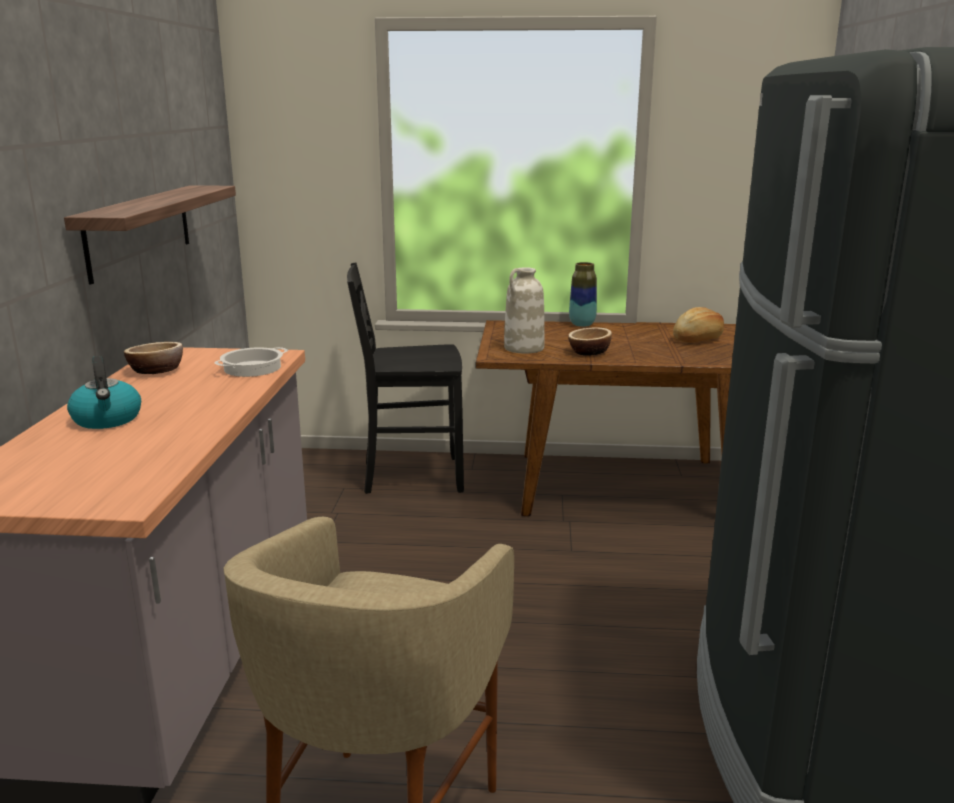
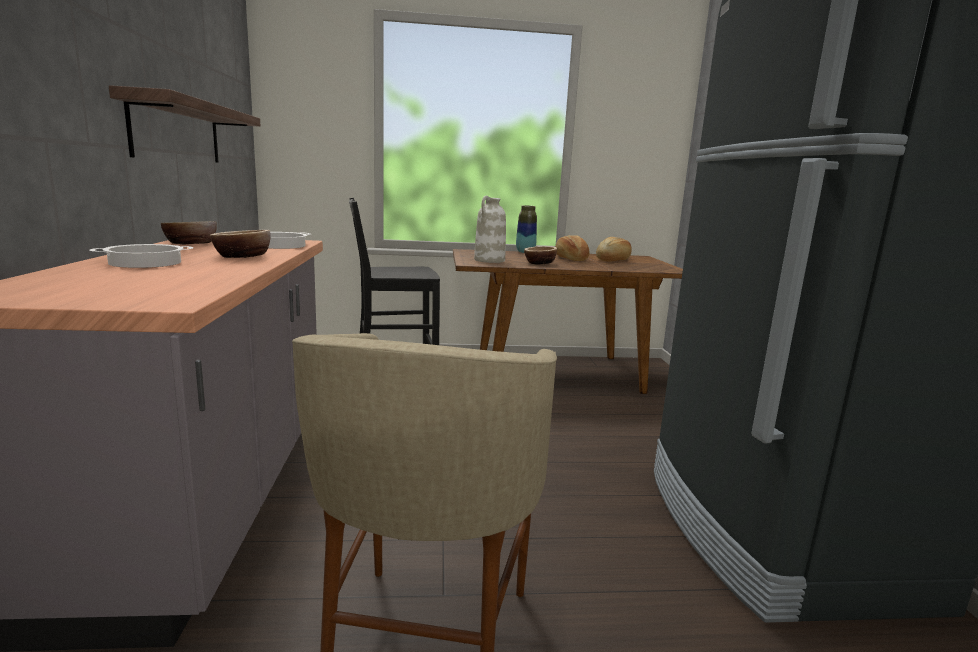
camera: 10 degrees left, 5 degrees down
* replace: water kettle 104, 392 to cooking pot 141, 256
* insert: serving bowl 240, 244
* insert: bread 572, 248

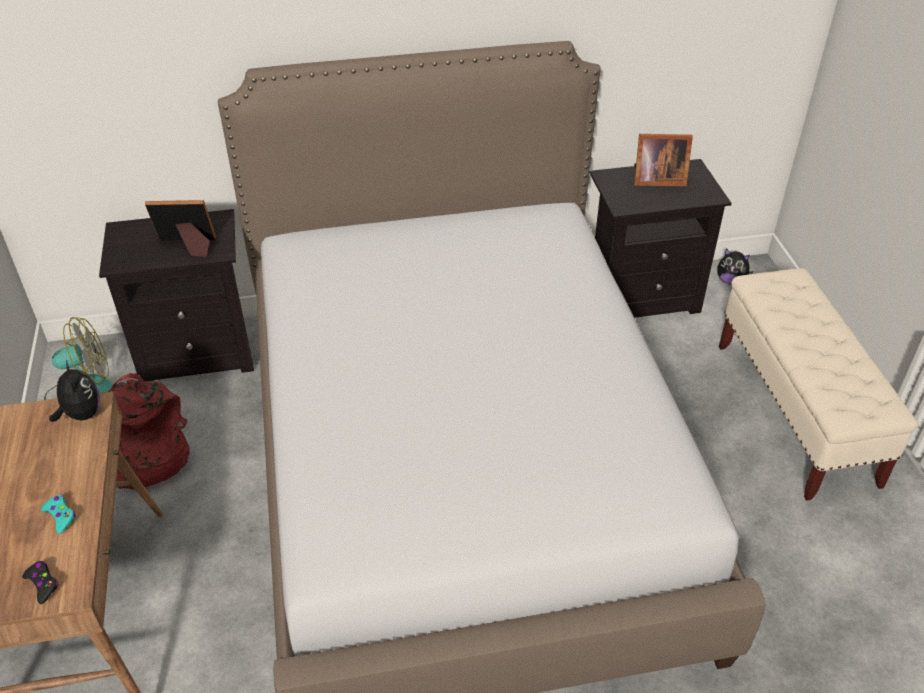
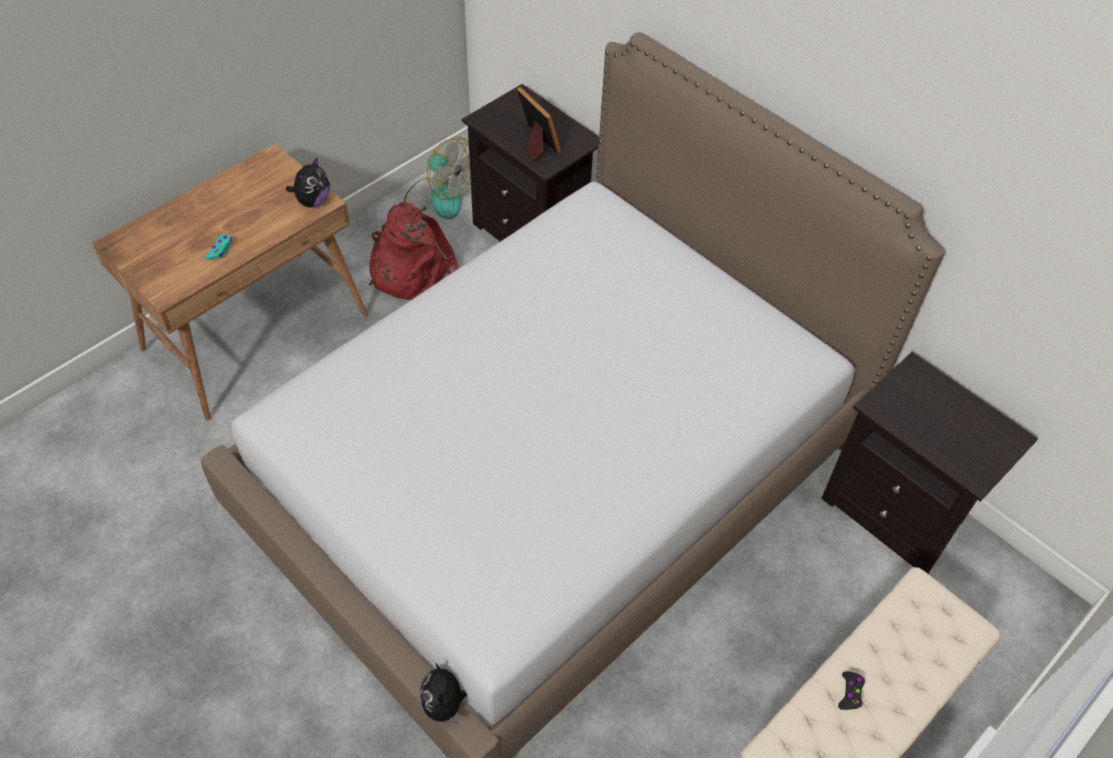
camera: 55 degrees right, 10 degrees up
* move: blackish game controller 40, 582 to 851, 690
* delete: photo frame 663, 160
* move: plush toy 736, 267 to 443, 694

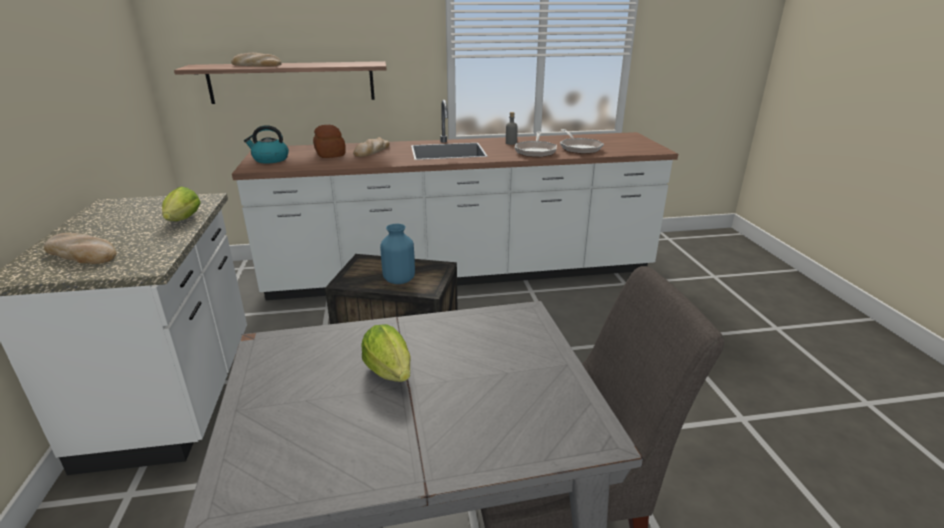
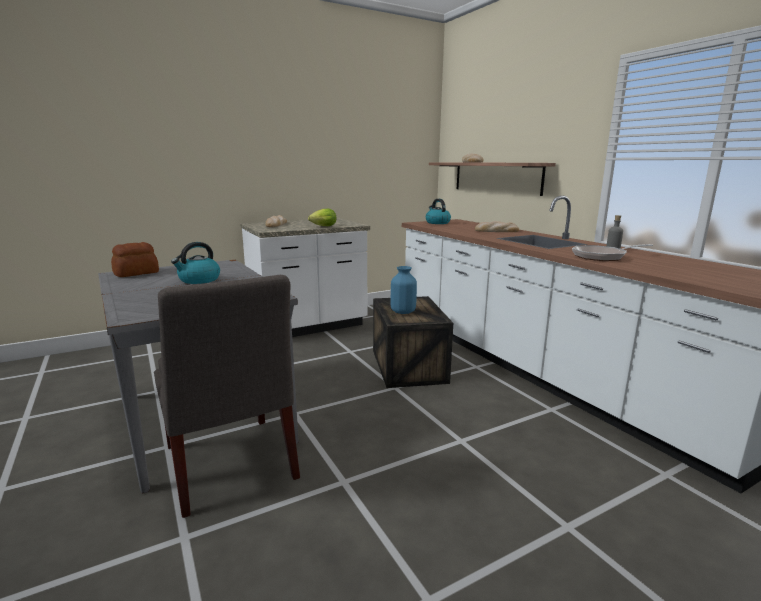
camera: 70 degrees right, 10 degrees down
* move: bread 329, 141 to 135, 259
* replace: lettuce head 385, 353 to water kettle 195, 263
* delete: pan 582, 141

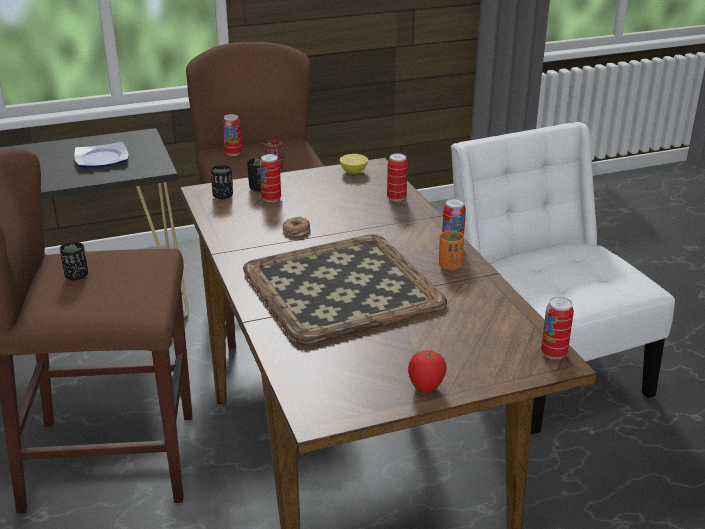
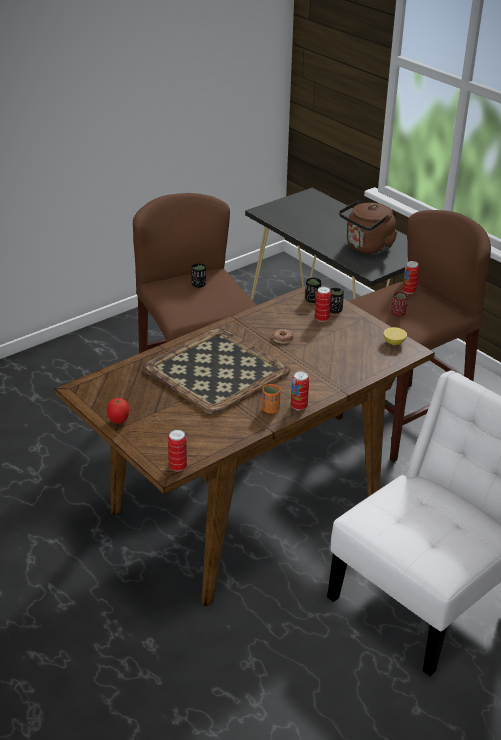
camera: 70 degrees right, 5 degrees up
* replace: dinner plate 101, 154 to brown water kettle 368, 227
* delete: metal can 397, 177

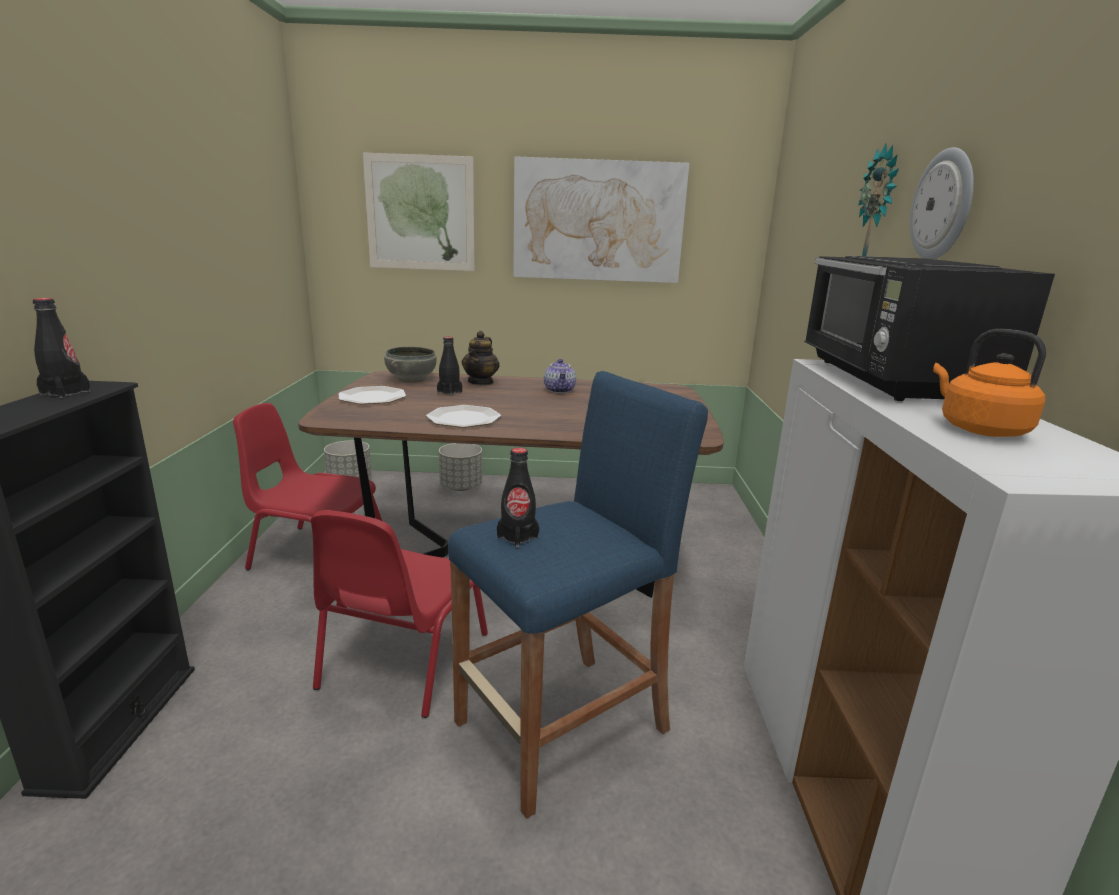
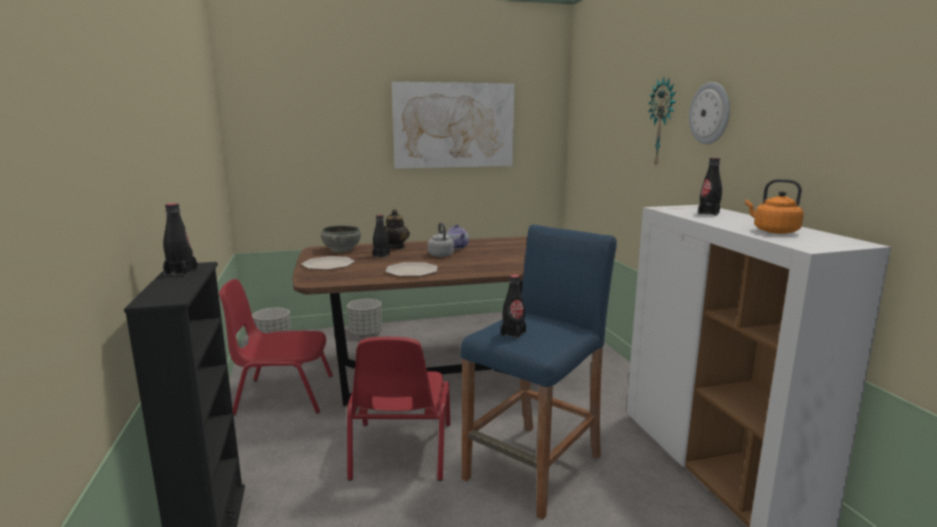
camera: 15 degrees left, 5 degrees down
* delete: wall art 419, 212
* replace: blackish microwave oven 929, 328 to blackish bottle 710, 187
* insert: grey water kettle 441, 240

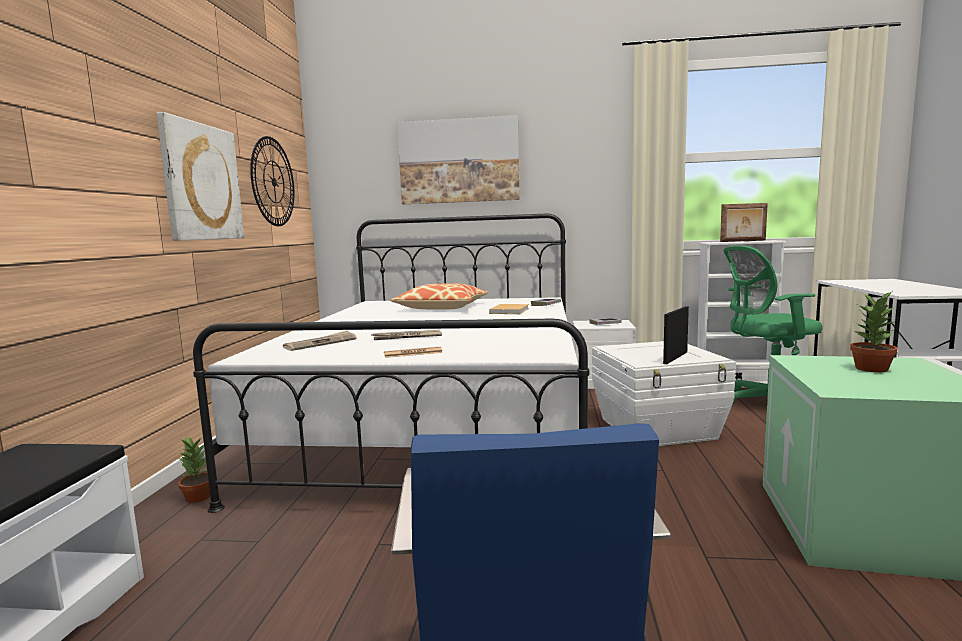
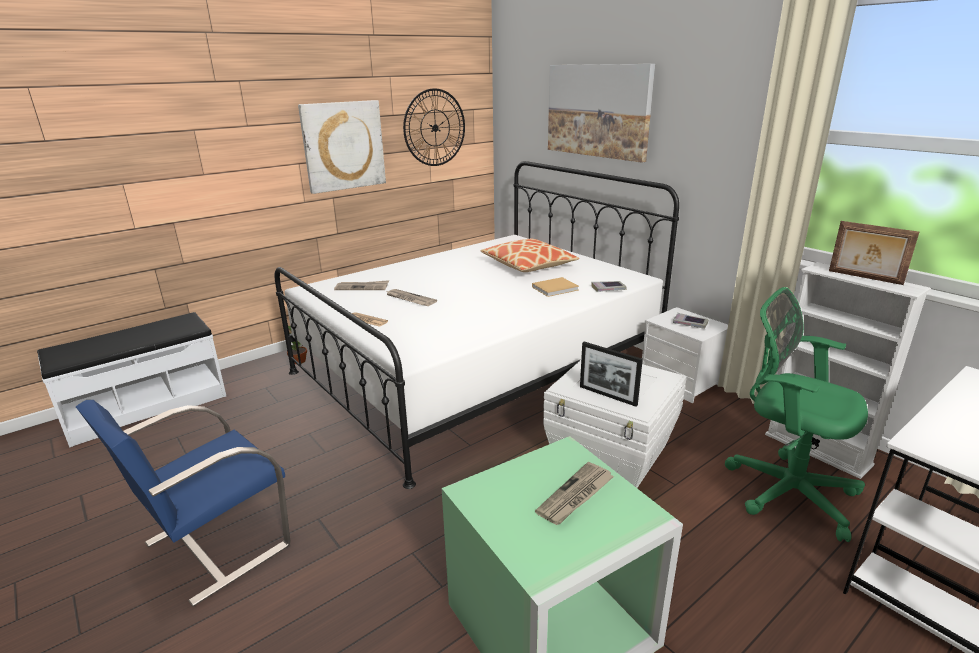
camera: 45 degrees right, 15 degrees up
* rotate: photo frame 676, 335 = 611, 374 135 degrees counterclockwise
* replace: houseplant 874, 332 to daily paper 574, 493

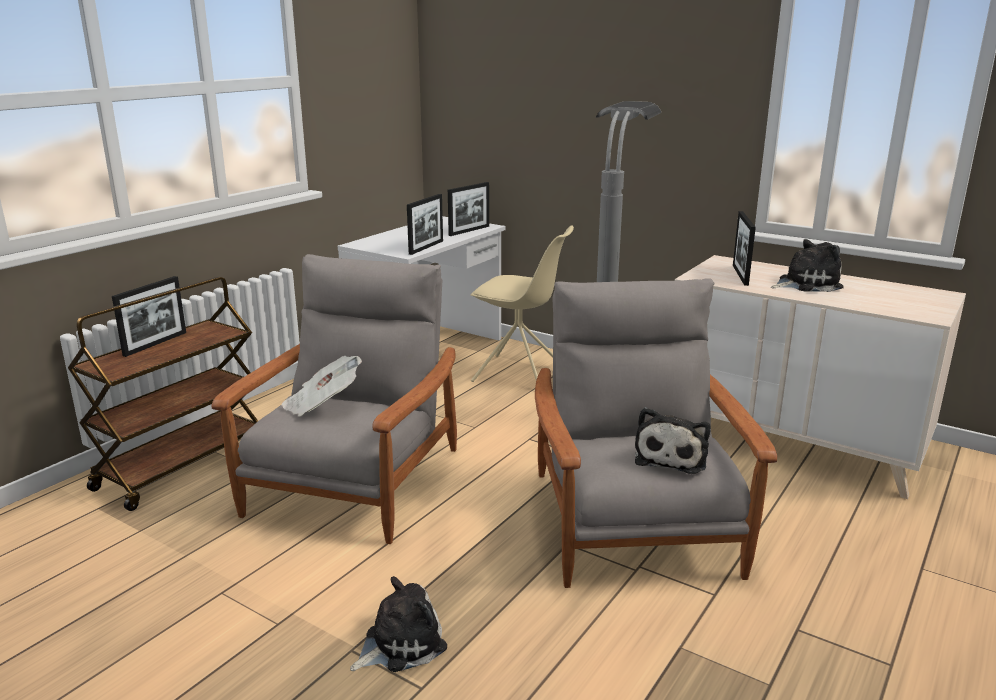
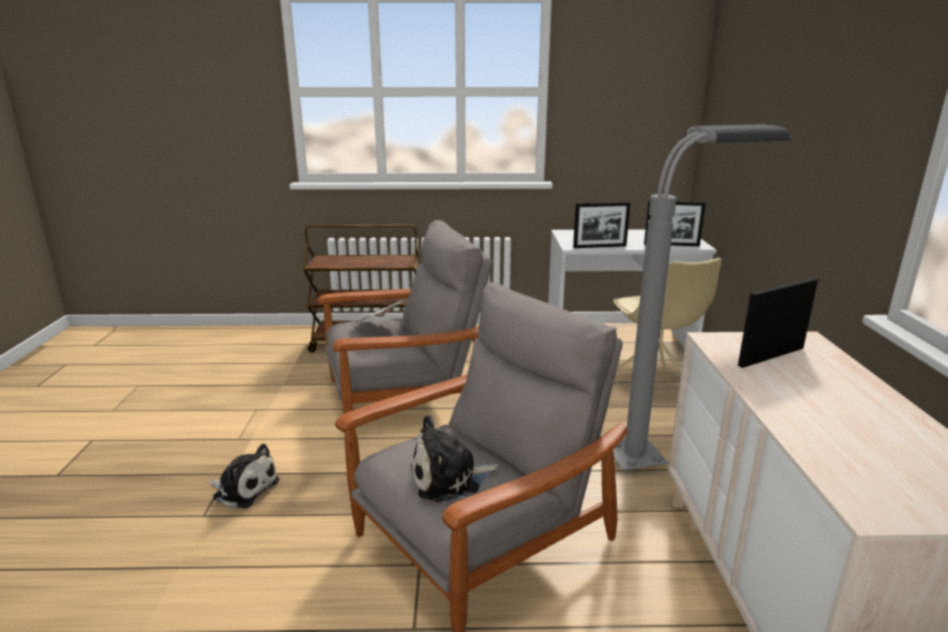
camera: 55 degrees right, 0 degrees up
* delete: photo frame 149, 316
* delete: plush toy 807, 265

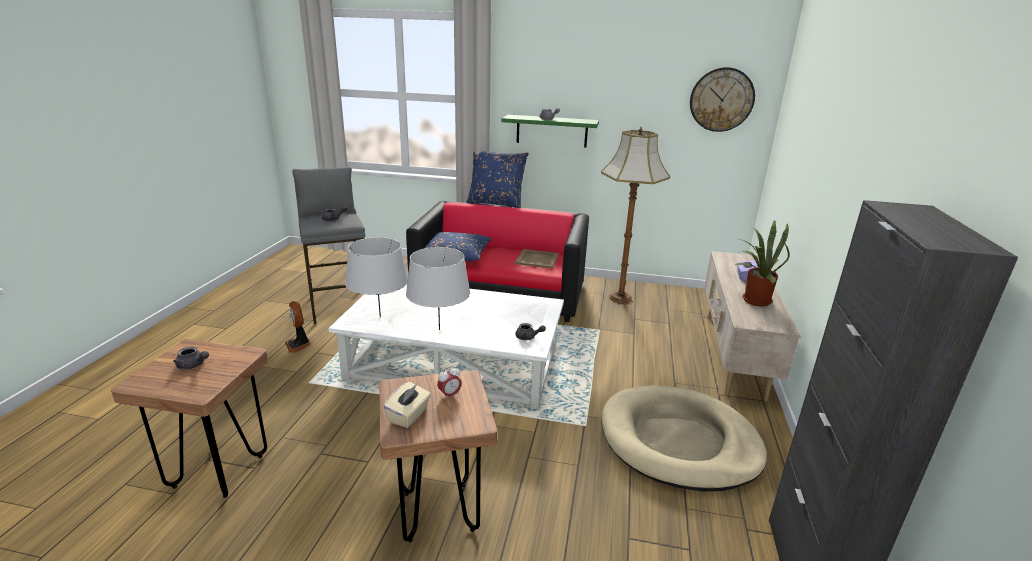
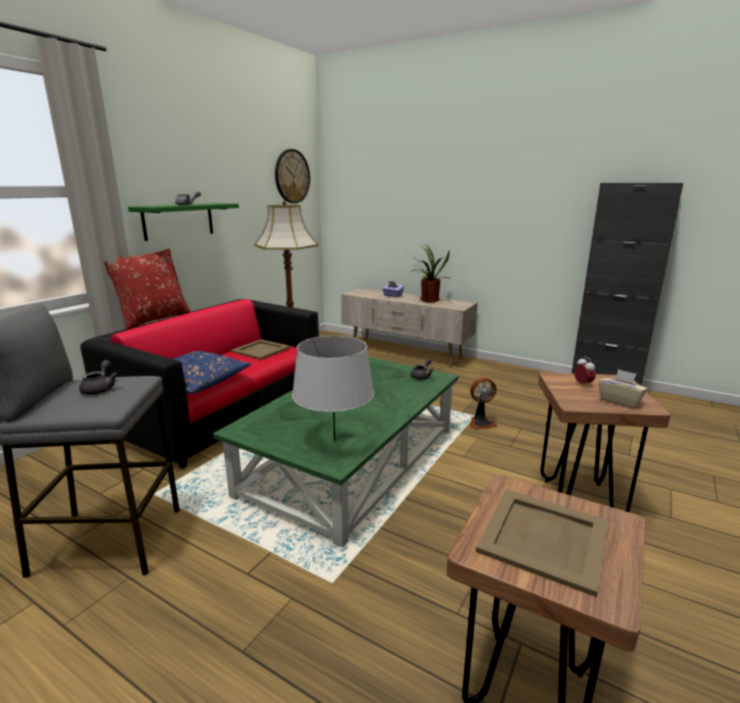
camera: 70 degrees left, 5 degrees down
* replace: grey teapot 191, 358 to beige-coloured carrying tray 542, 543
* move: fan 298, 327 to 483, 403
* recolor: whitish lounge table 446, 347 to greenish lounge table 335, 452
* delete: grey lamp for a table 438, 288
* recolor: blue-coloured cushion 497, 179 to red-coloured cushion 147, 289
* delete: beige-coloured dog cushion 684, 438

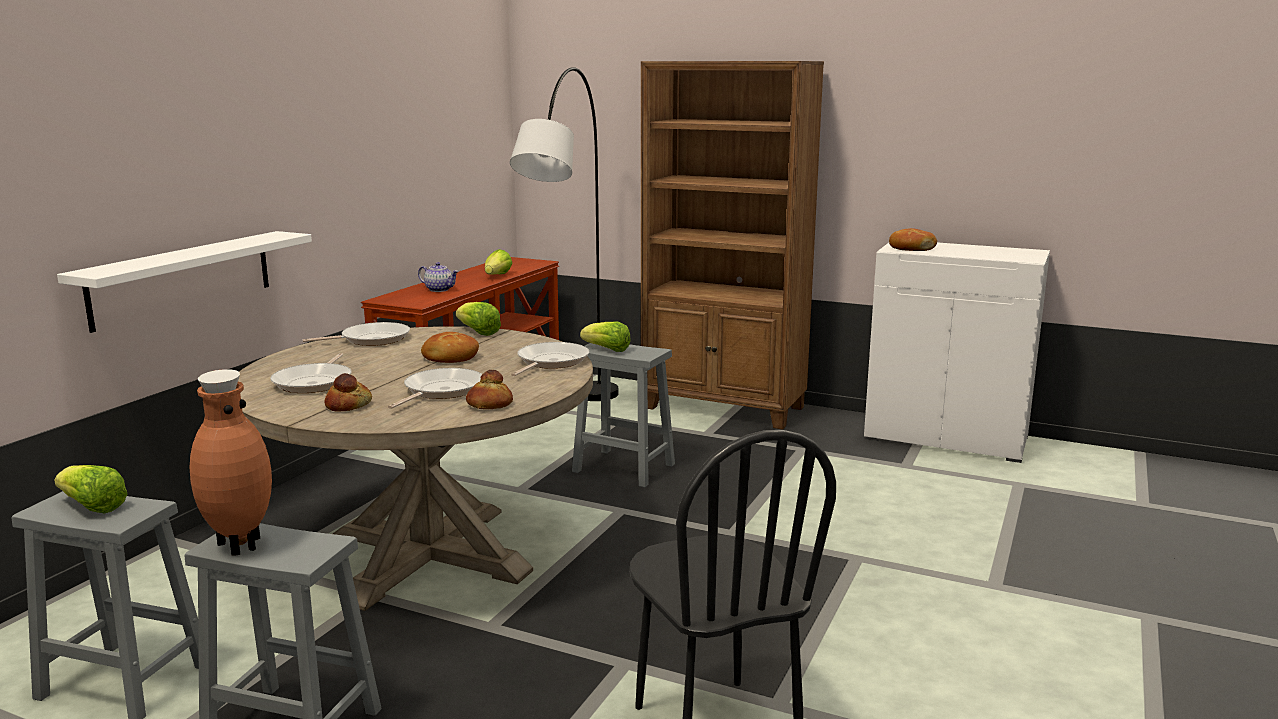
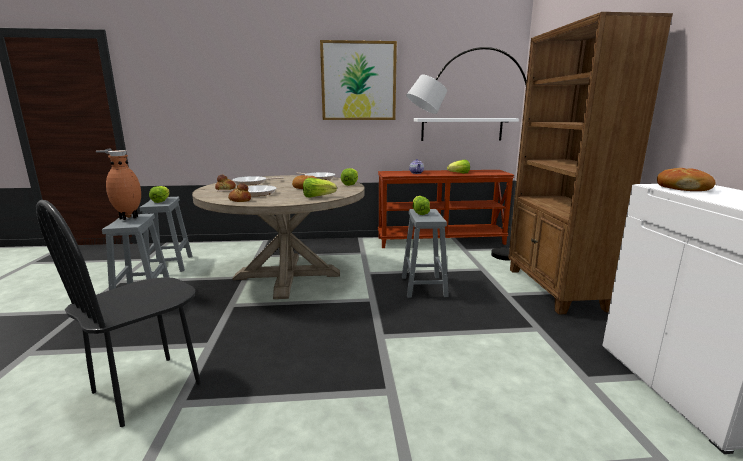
camera: 60 degrees right, 0 degrees up
* move: whitish shelf 184, 282 to 466, 129
* replace: pan 550, 359 to lettuce head 320, 187
* insert: wall art 358, 80

